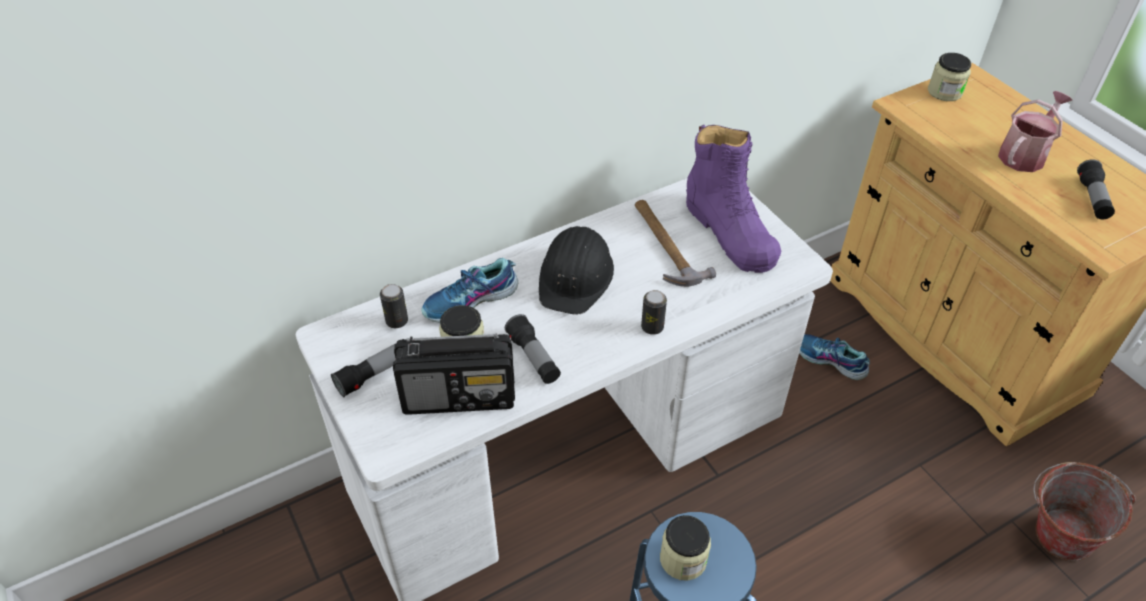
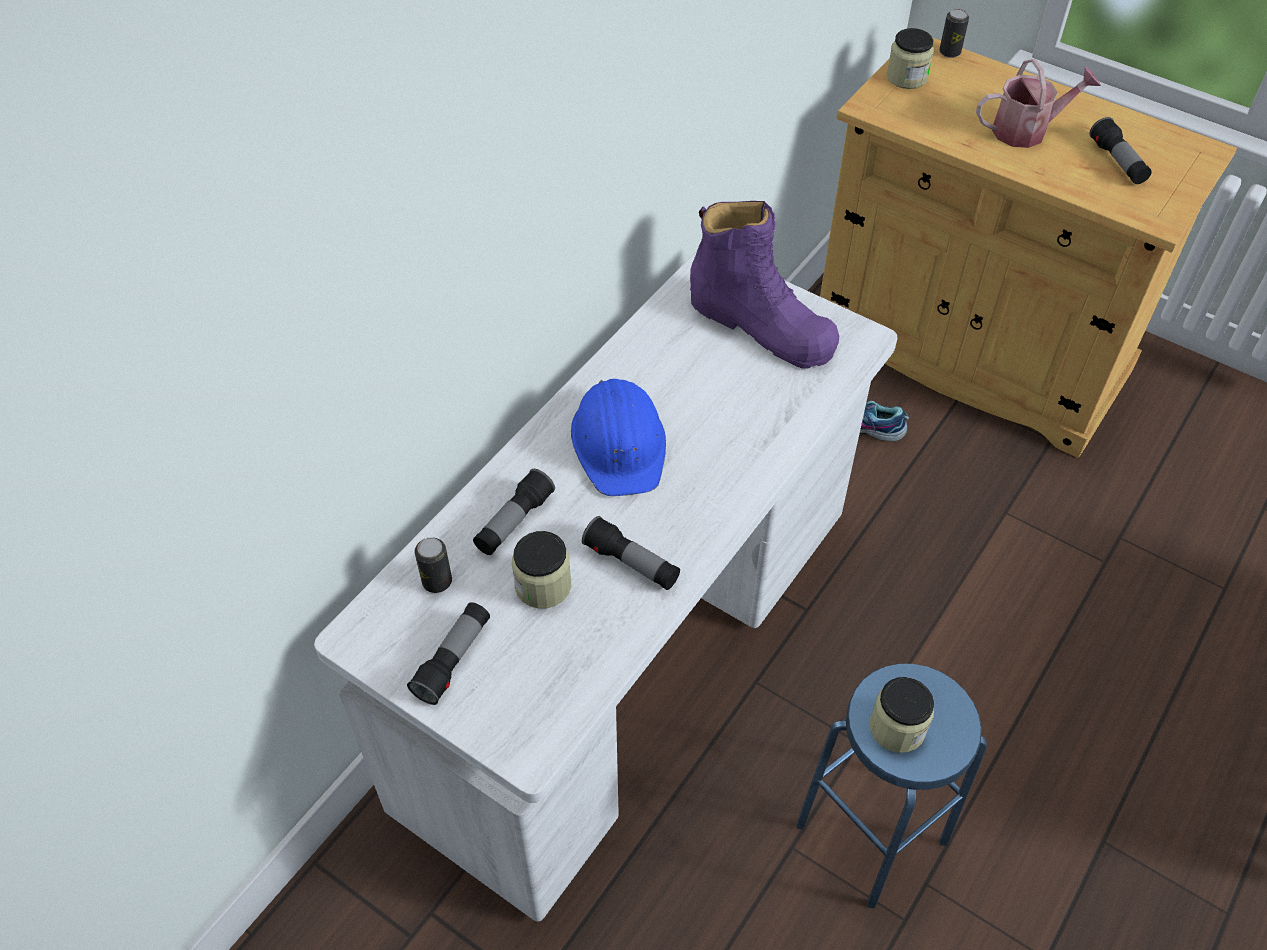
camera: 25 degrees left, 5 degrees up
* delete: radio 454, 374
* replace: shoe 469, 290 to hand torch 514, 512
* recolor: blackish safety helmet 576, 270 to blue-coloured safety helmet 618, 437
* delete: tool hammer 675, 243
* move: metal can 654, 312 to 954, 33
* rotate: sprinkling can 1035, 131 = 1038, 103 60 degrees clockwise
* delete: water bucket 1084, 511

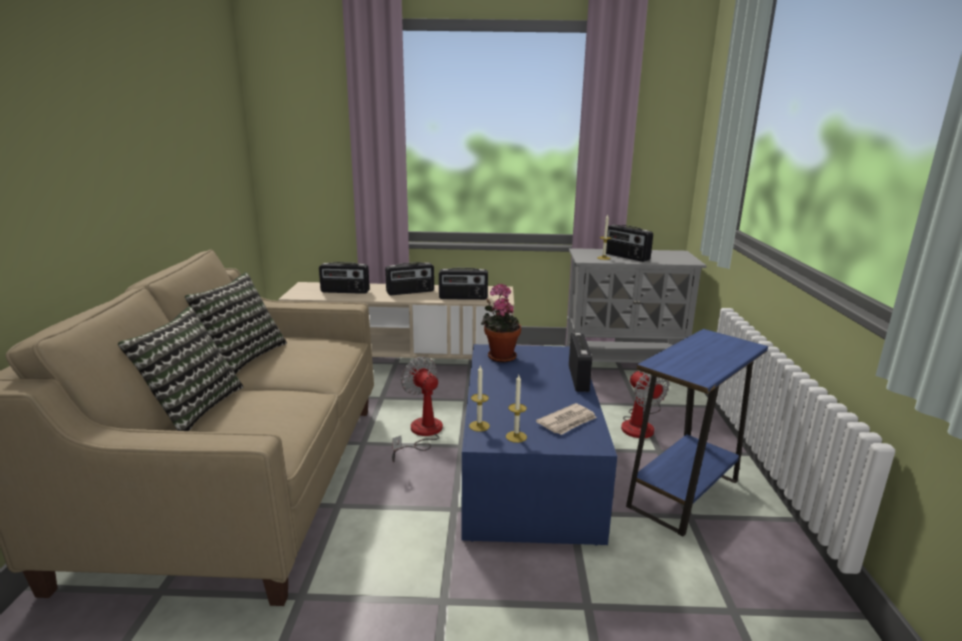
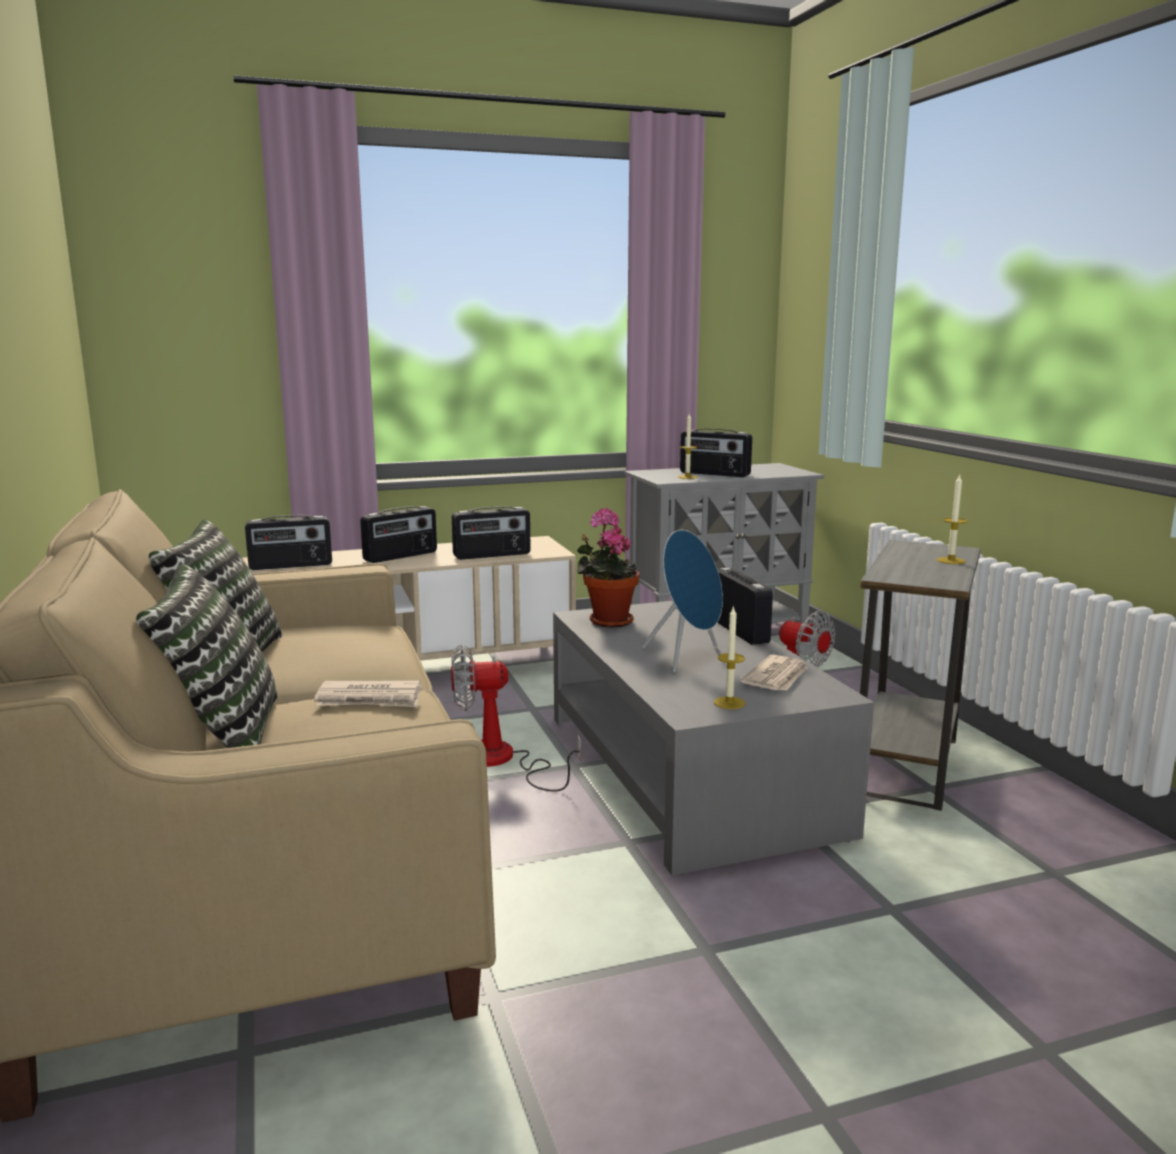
camera: 20 degrees left, 5 degrees down
* rotate: fan 417, 409 = 516, 718 45 degrees counterclockwise
* recolor: blue-coloured lounge table 539, 445 to grey lounge table 713, 738
* move: candle 479, 399 to 952, 519
* recolor: blue-coloured accent table 697, 432 to grey accent table 920, 675
* insert: daily paper 367, 693
* insert: blue-coloured loudspeaker 682, 601

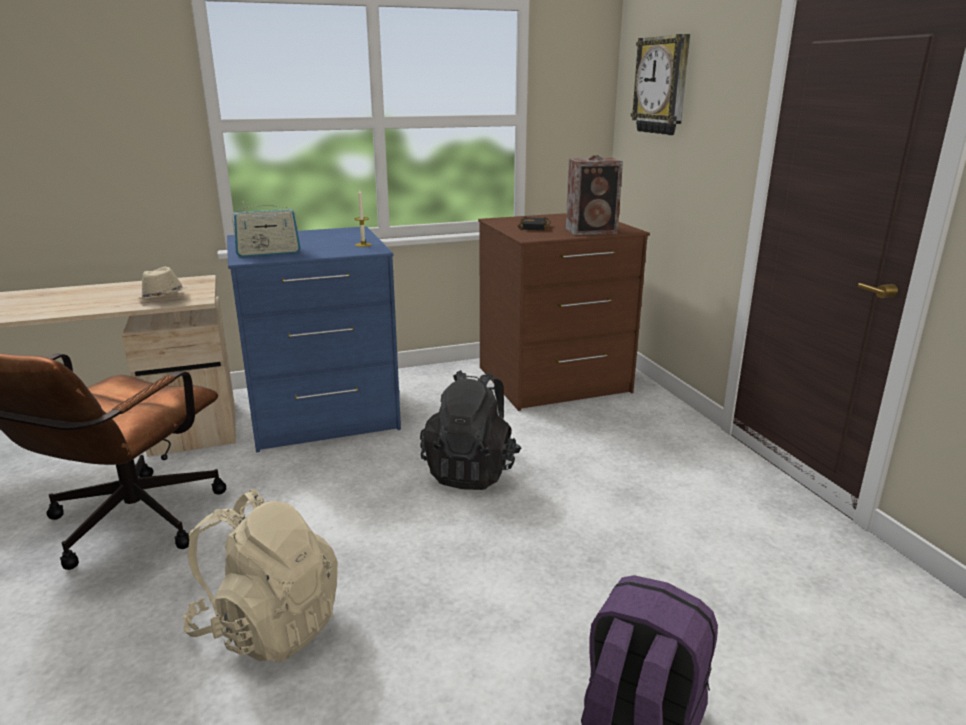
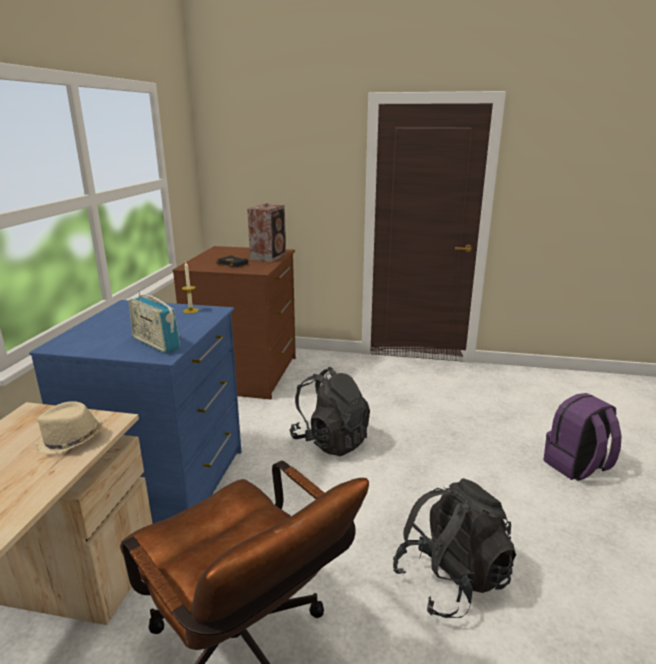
camera: 60 degrees left, 0 degrees up
* recolor: beige-coloured knapsack 260, 575 to blackish knapsack 454, 548
* rotate: radio 266, 229 = 154, 321 120 degrees clockwise
* delete: hanging clock 660, 84

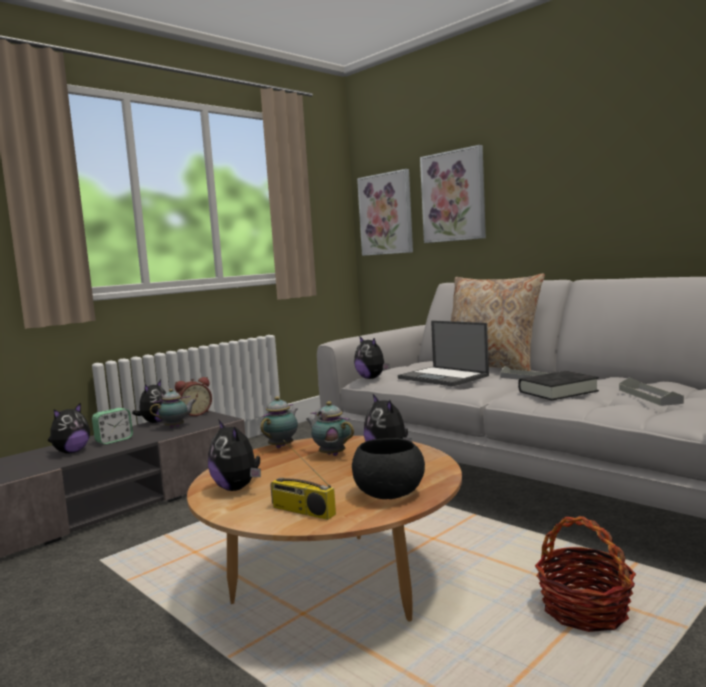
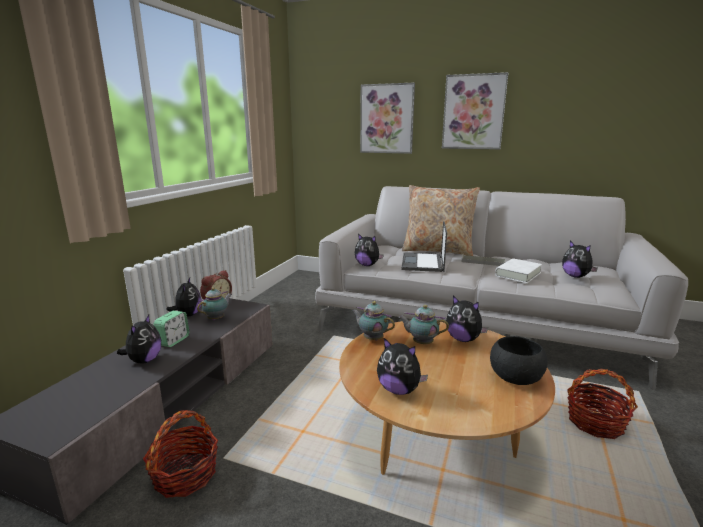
camera: 25 degrees left, 10 degrees up
* rotate: teapot 279, 422 = 373, 320 60 degrees counterclockwise
* delete: radio 303, 480
* move: wall art 385, 212 to 475, 110
* rotate: portable computer 443, 353 = 424, 246 75 degrees clockwise
* recolor: blackish bound book 558, 385 to whitish bound book 518, 271
* replace: grey carrying tray 651, 391 to plush toy 580, 259
* insert: household basket 180, 454

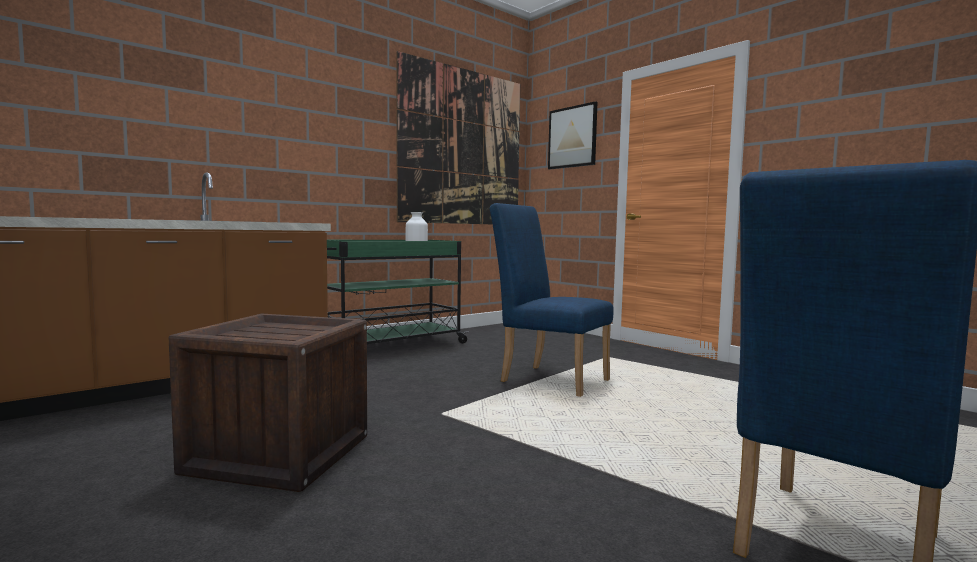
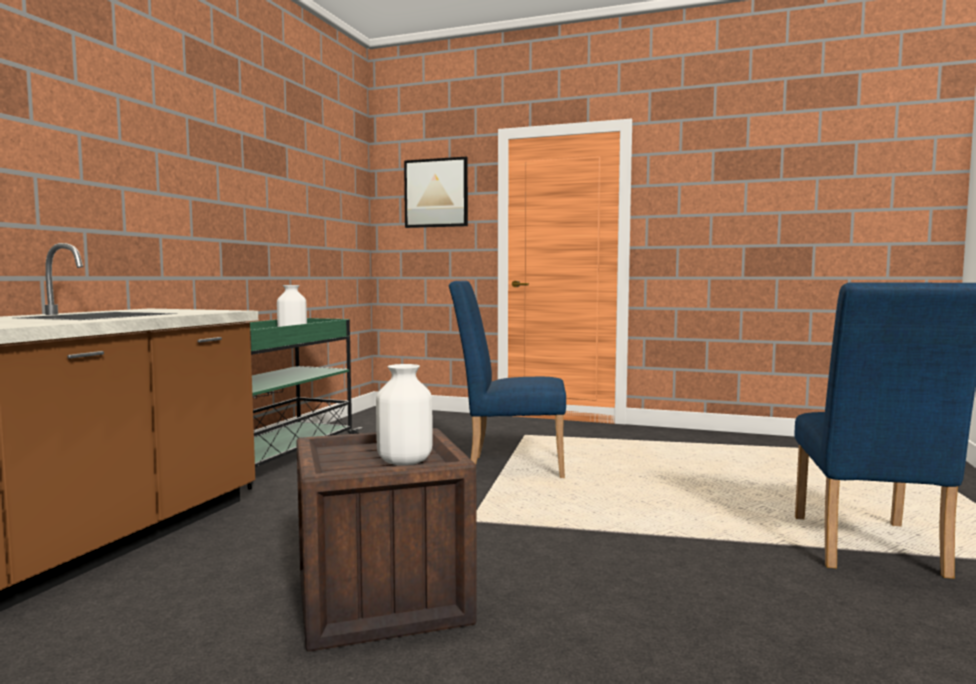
camera: 30 degrees left, 0 degrees up
* delete: wall art 458, 137
* insert: whitish flower vase 404, 414

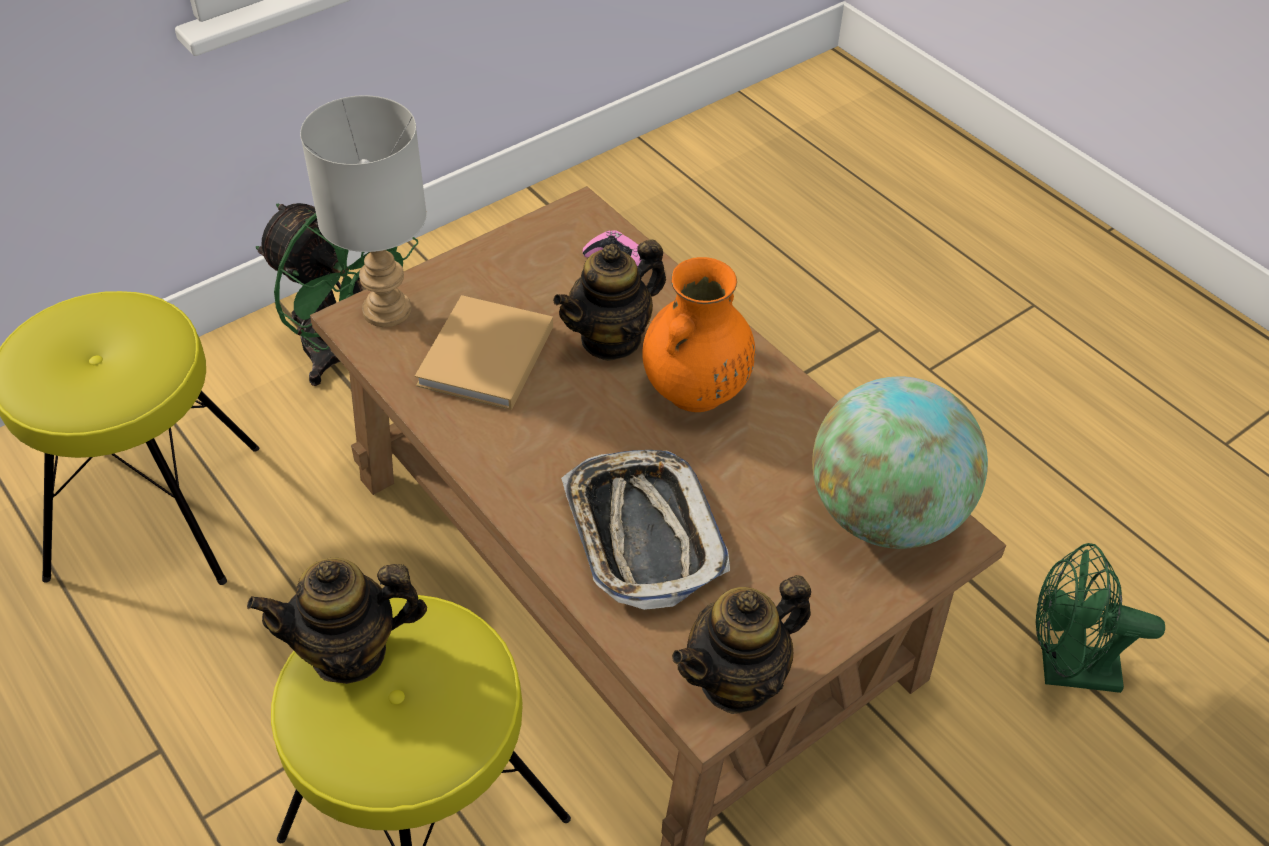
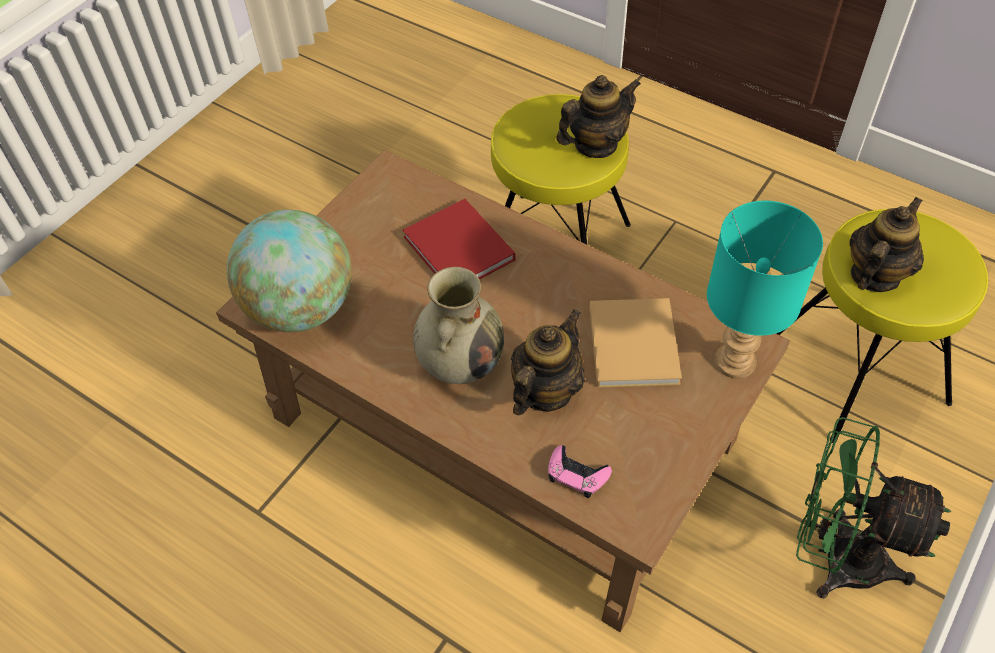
camera: 165 degrees right, 5 degrees up
* recolor: grey lamp for a table 363, 211 to blue-green lamp for a table 765, 290
* replace: carrying tray 645, 530 to red-coloured bound book 459, 239
* recolor: orange flower vase 698, 334 to beige-coloured flower vase 458, 325
* move: teapot 741, 644 to 887, 244
* delete: greenish fan 1100, 618

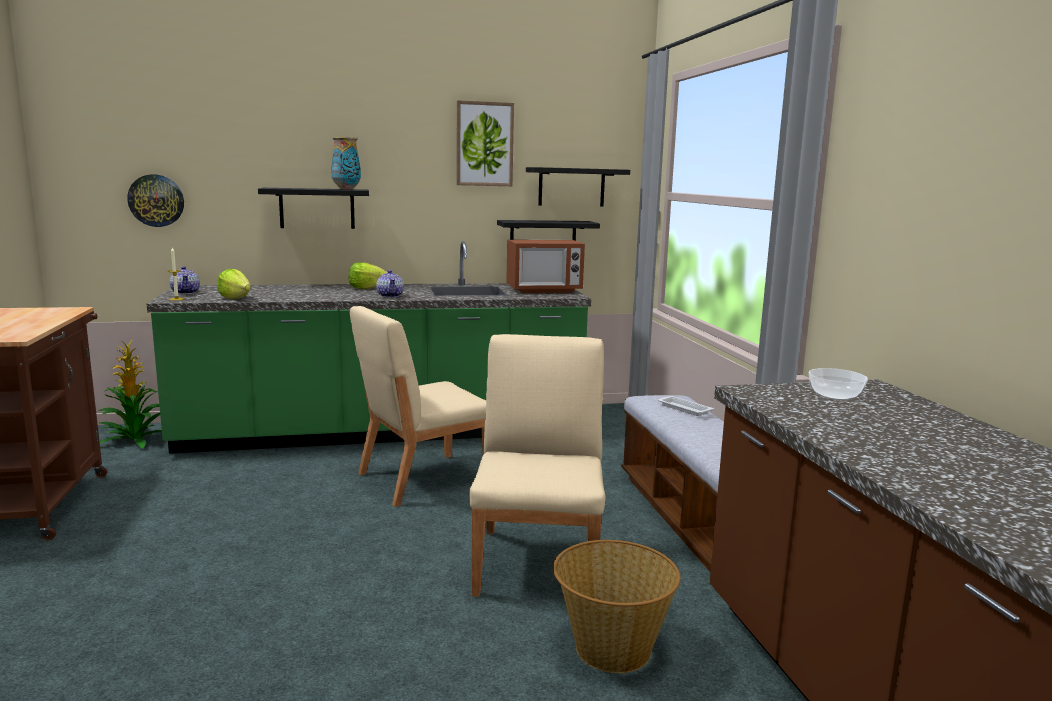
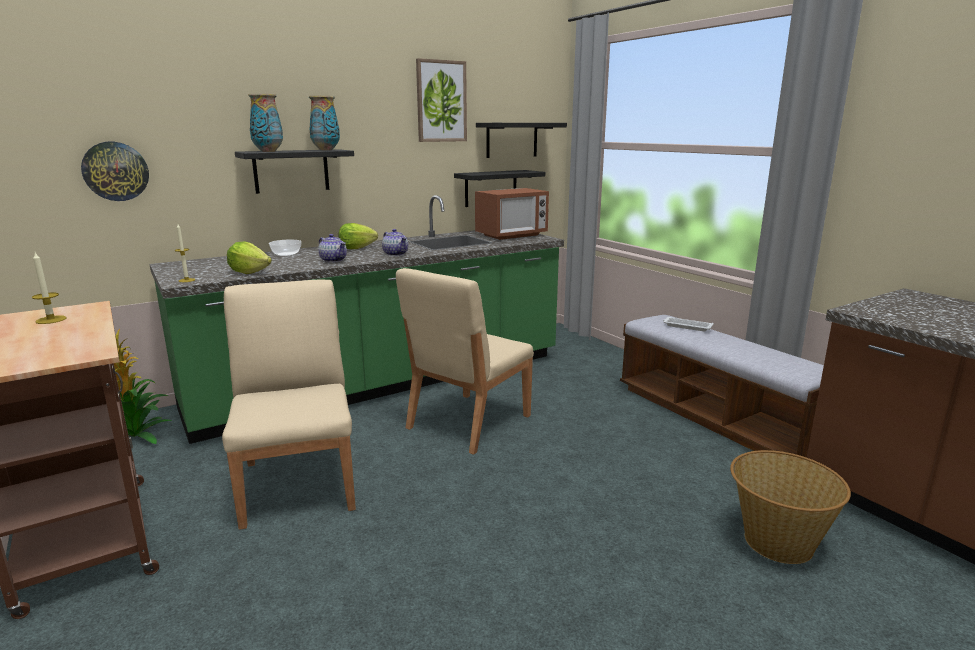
camera: 20 degrees left, 5 degrees up
* move: teapot 185, 280 to 332, 248
* move: beige-coloured plain chair 537, 465 to 289, 405
* move: serving bowl 838, 384 to 285, 248
* insert: candle 49, 288
* insert: flower vase 265, 123

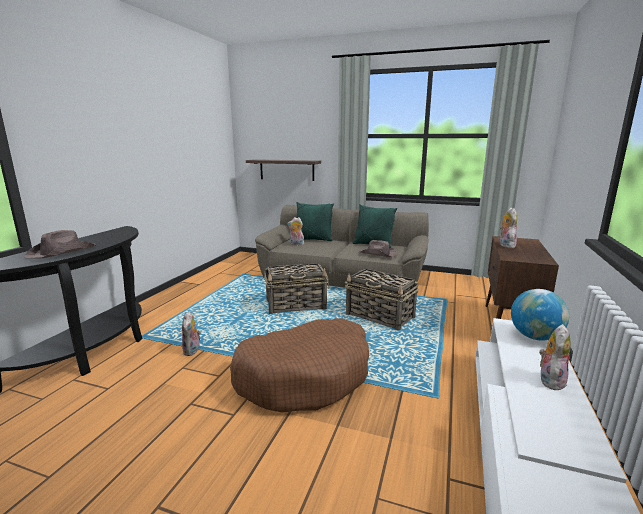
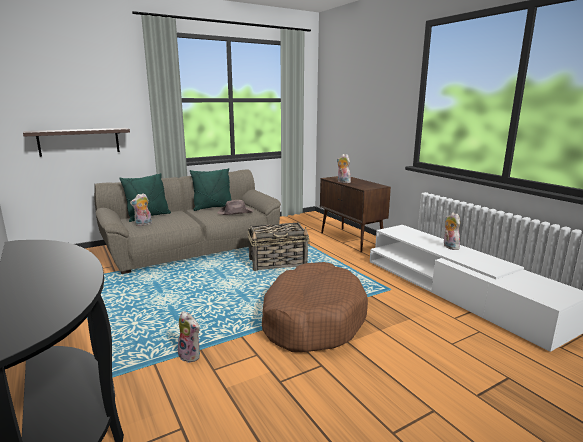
camera: 50 degrees left, 0 degrees up
* delete: brown wearable hat 60, 244
* delete: household basket 296, 288
* delete: world globe 540, 315

